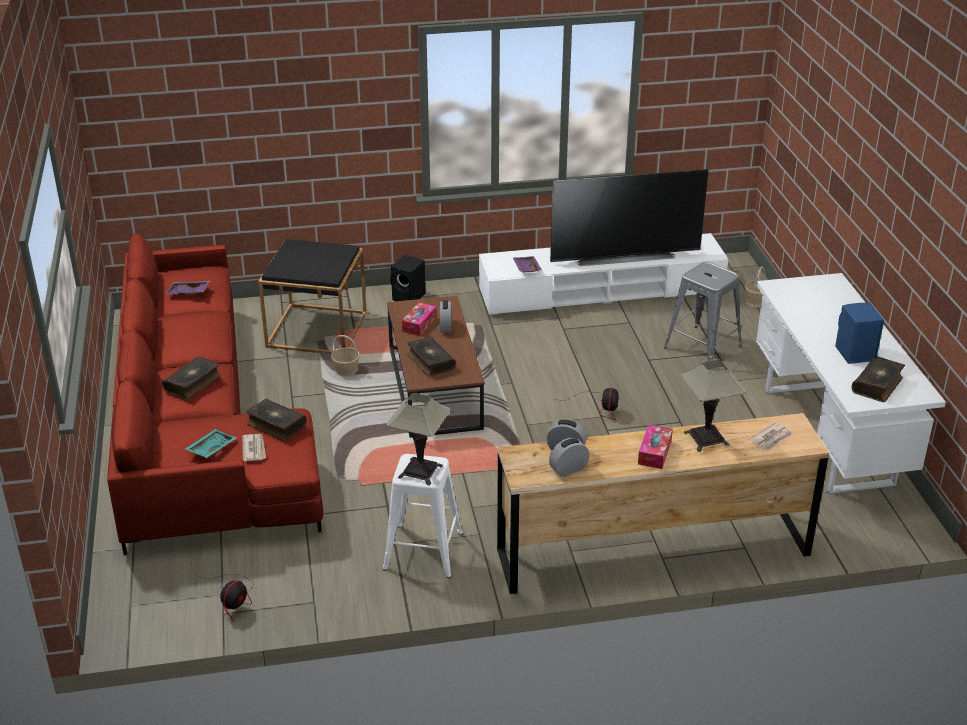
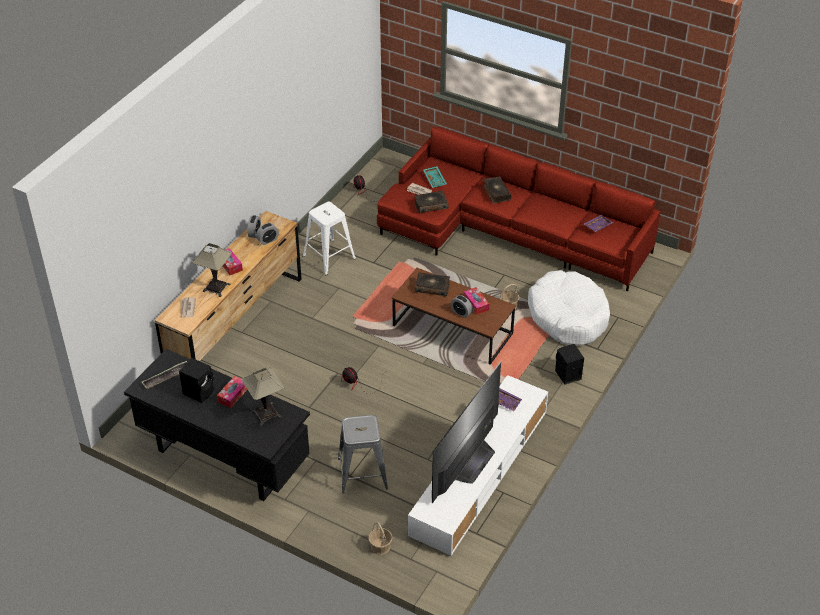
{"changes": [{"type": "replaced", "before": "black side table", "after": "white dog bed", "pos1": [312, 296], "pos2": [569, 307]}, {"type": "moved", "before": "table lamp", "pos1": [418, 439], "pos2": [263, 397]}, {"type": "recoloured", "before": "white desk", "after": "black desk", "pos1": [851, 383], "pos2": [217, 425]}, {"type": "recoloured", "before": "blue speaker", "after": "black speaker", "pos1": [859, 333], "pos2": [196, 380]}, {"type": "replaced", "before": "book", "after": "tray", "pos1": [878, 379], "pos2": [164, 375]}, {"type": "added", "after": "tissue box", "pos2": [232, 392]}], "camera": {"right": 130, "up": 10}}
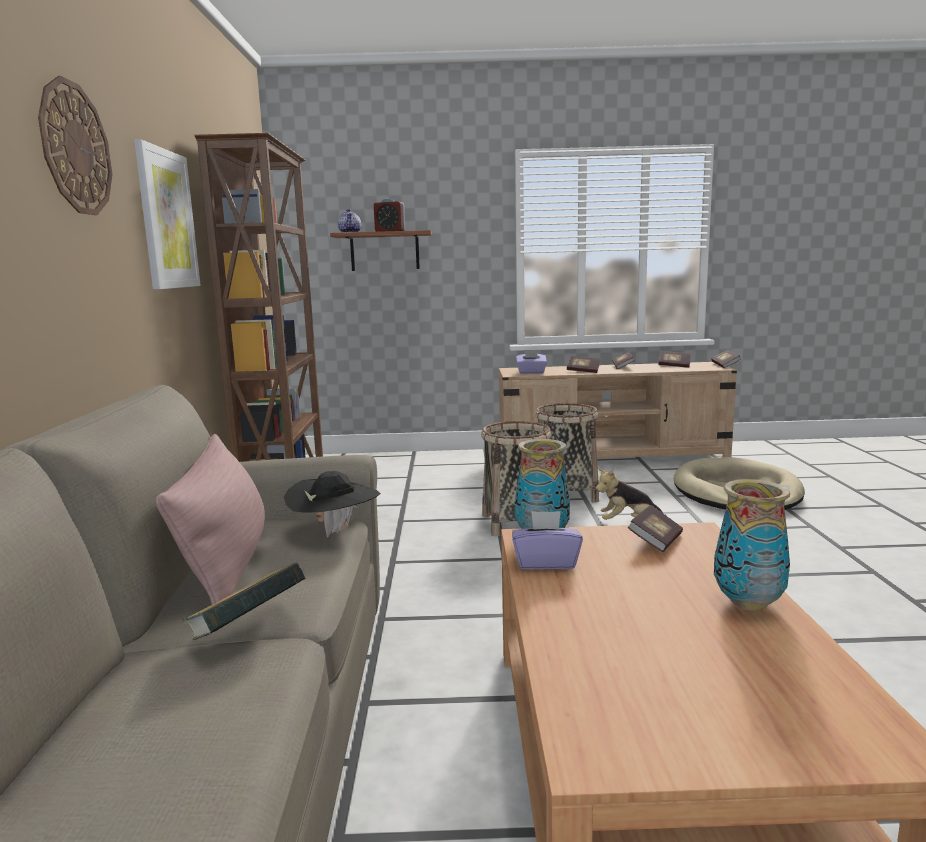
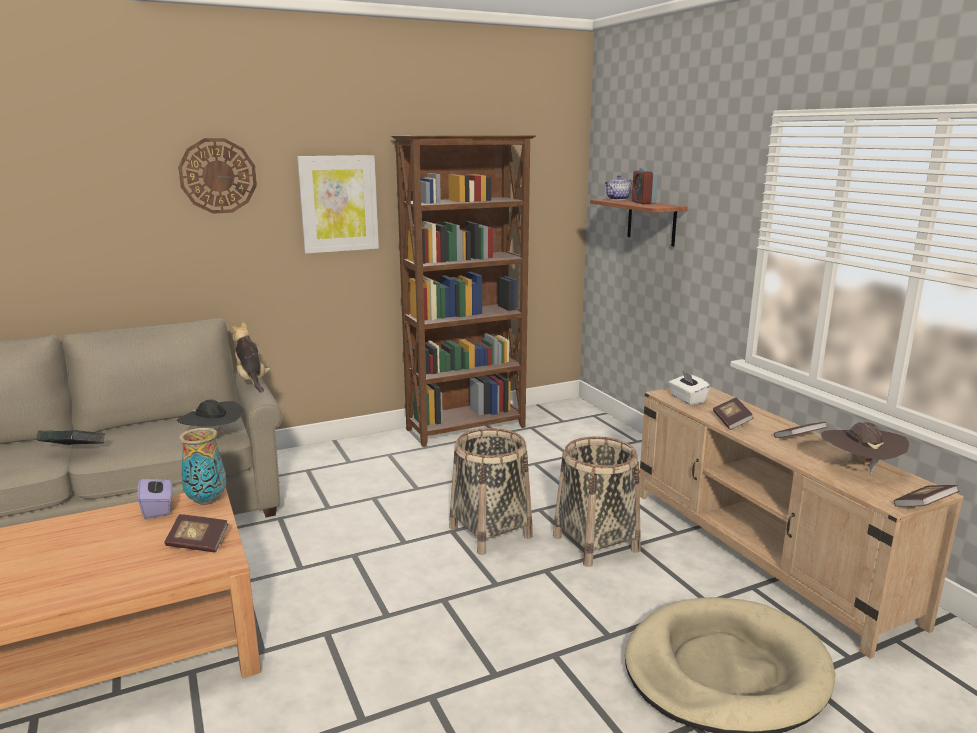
{"changes": [{"type": "removed", "before": "pink pillow", "pos1": [210, 519]}, {"type": "recoloured", "before": "purple tissue box", "after": "white tissue box", "pos1": [531, 362], "pos2": [689, 387]}, {"type": "moved", "before": "plush toy", "pos1": [631, 494], "pos2": [251, 357]}, {"type": "replaced", "before": "book", "after": "brown hat", "pos1": [674, 359], "pos2": [865, 448]}, {"type": "removed", "before": "vase", "pos1": [752, 545]}], "camera": {"right": 65, "up": 5}}
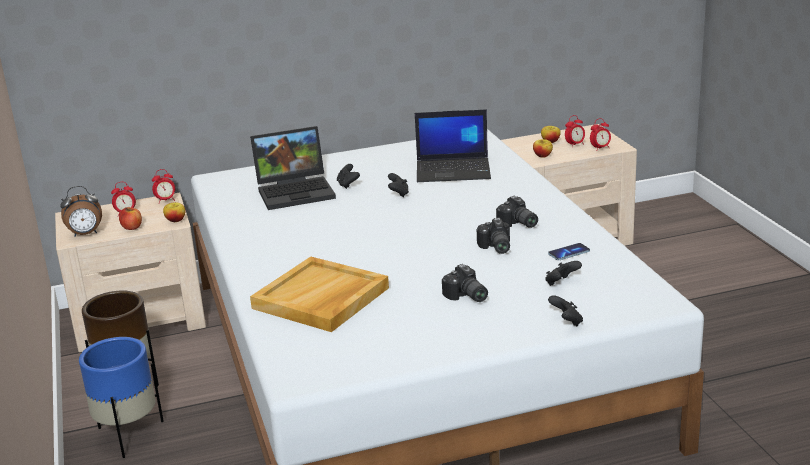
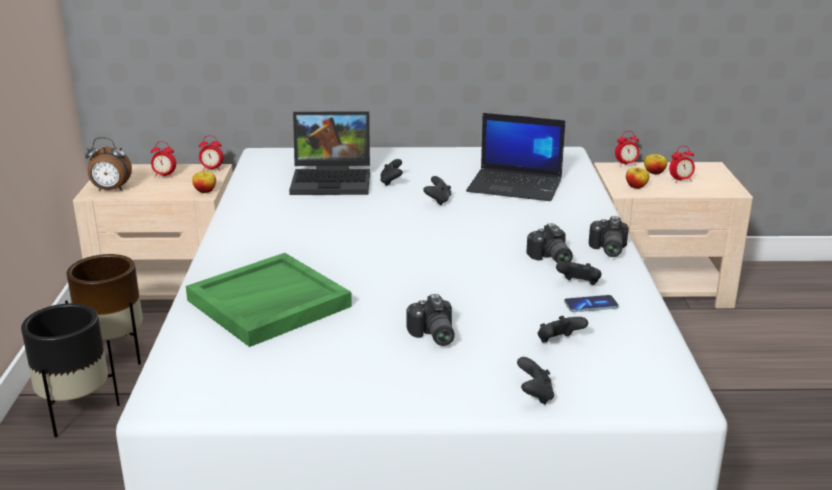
{"changes": [{"type": "recoloured", "before": "blue planter", "after": "black planter", "pos1": [121, 397], "pos2": [70, 370]}, {"type": "removed", "before": "apple", "pos1": [130, 218]}, {"type": "recoloured", "before": "beige tray", "after": "green tray", "pos1": [319, 294], "pos2": [269, 300]}, {"type": "moved", "before": "photo camera", "pos1": [493, 236], "pos2": [609, 236]}, {"type": "moved", "before": "alarm clock", "pos1": [600, 134], "pos2": [627, 149]}, {"type": "added", "after": "black game controller", "pos2": [579, 273]}], "camera": {"right": 15, "up": 0}}
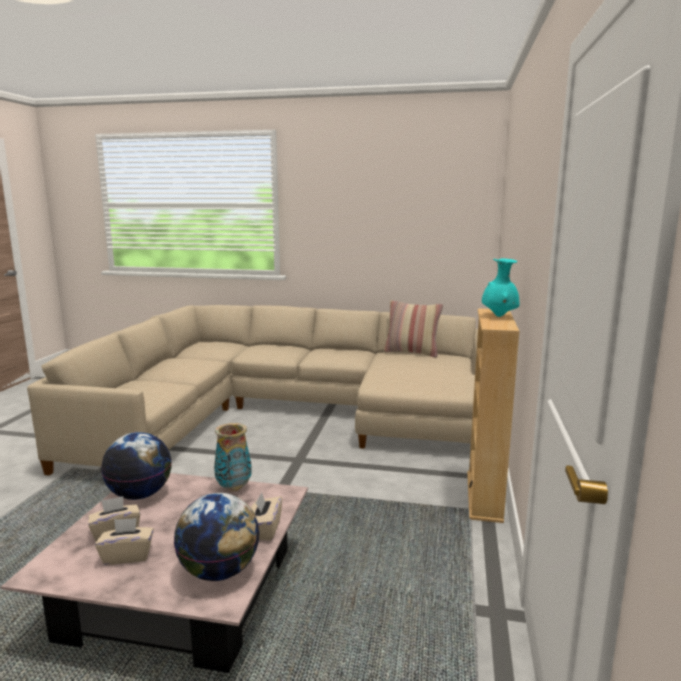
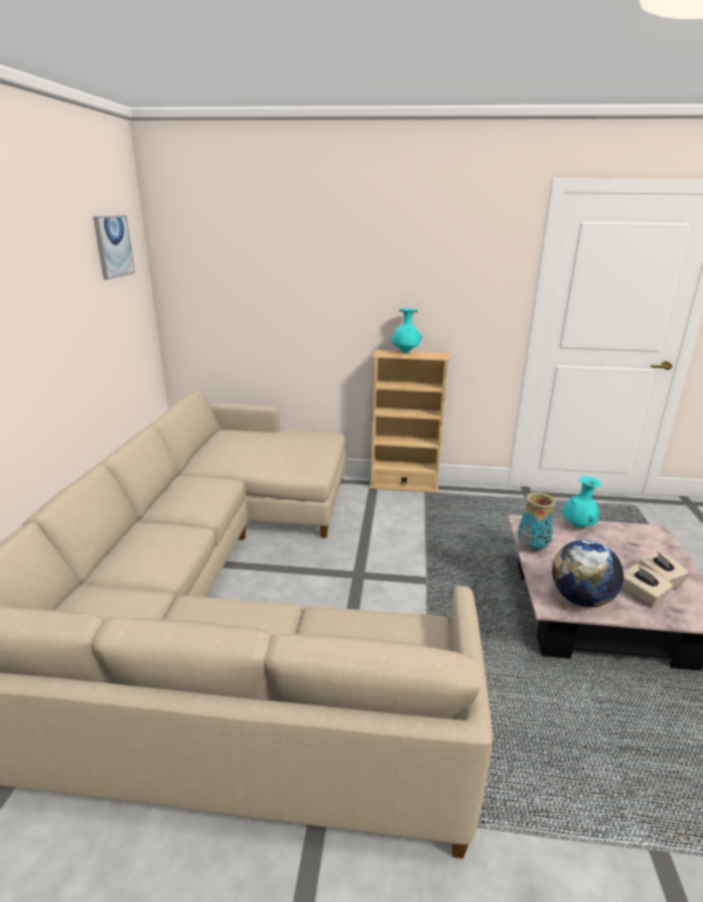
{"changes": [{"type": "removed", "before": "globe", "pos1": [217, 537]}, {"type": "replaced", "before": "beige tissue box", "after": "turquoise vase", "pos1": [266, 516], "pos2": [582, 502]}, {"type": "removed", "before": "pillow", "pos1": [413, 328]}, {"type": "added", "after": "picture", "pos2": [114, 247]}], "camera": {"right": -95, "up": 10}}
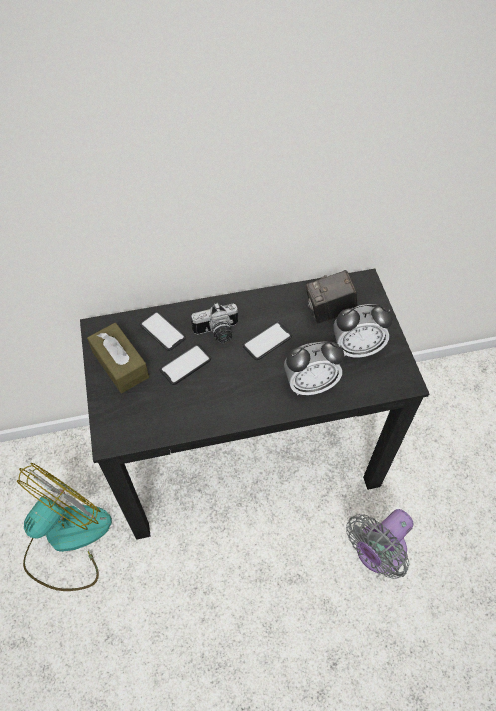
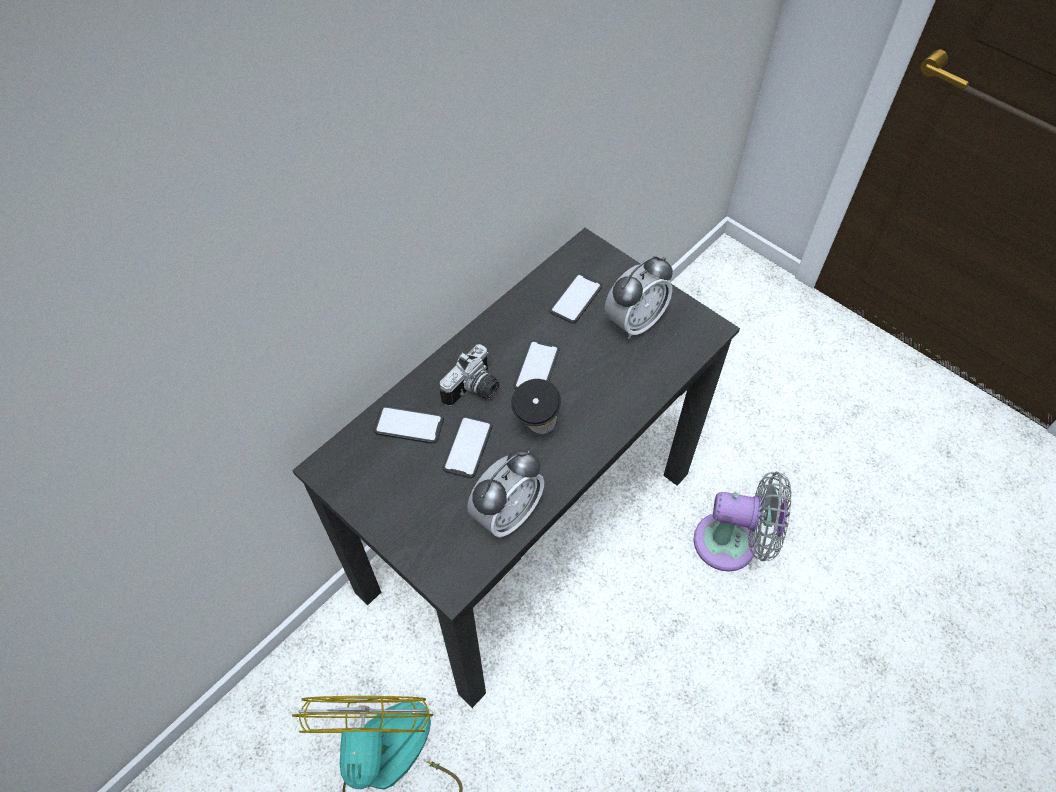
{"changes": [{"type": "removed", "before": "brown tissue box", "pos1": [118, 358]}, {"type": "moved", "before": "alarm clock", "pos1": [314, 368], "pos2": [505, 493]}, {"type": "replaced", "before": "photo camera", "after": "phone", "pos1": [331, 296], "pos2": [576, 298]}, {"type": "turned", "before": "grey fan", "pos1": [380, 544], "pos2": [742, 521], "turn": -90}, {"type": "added", "after": "cup", "pos2": [536, 406]}], "camera": {"right": -35, "up": 0}}
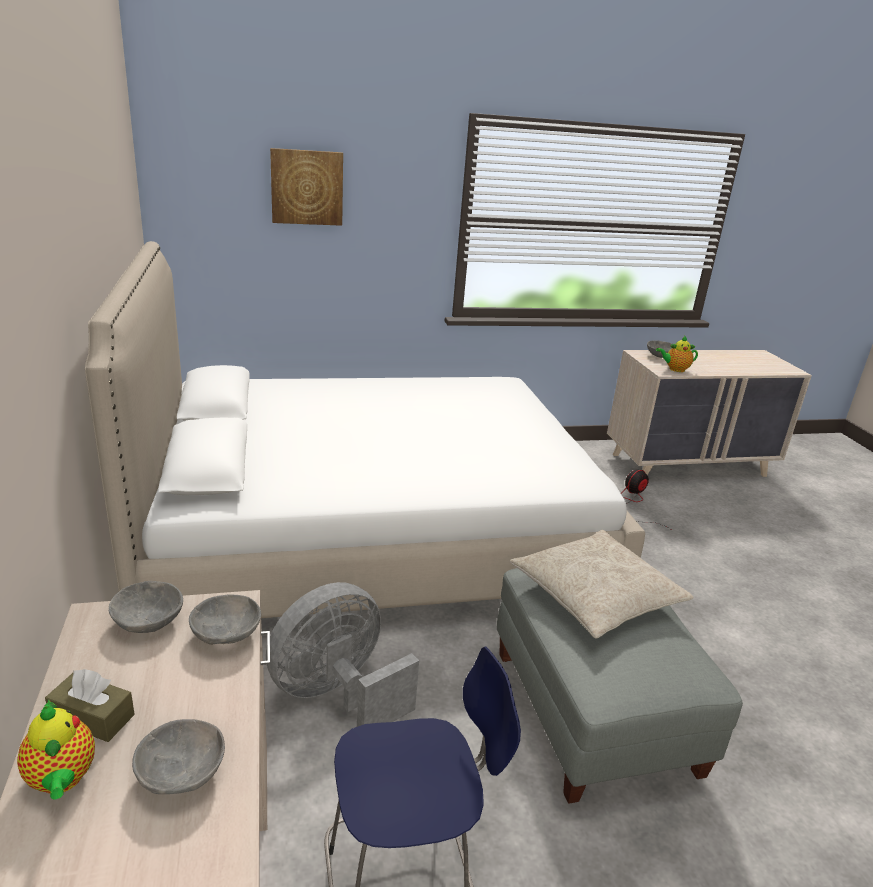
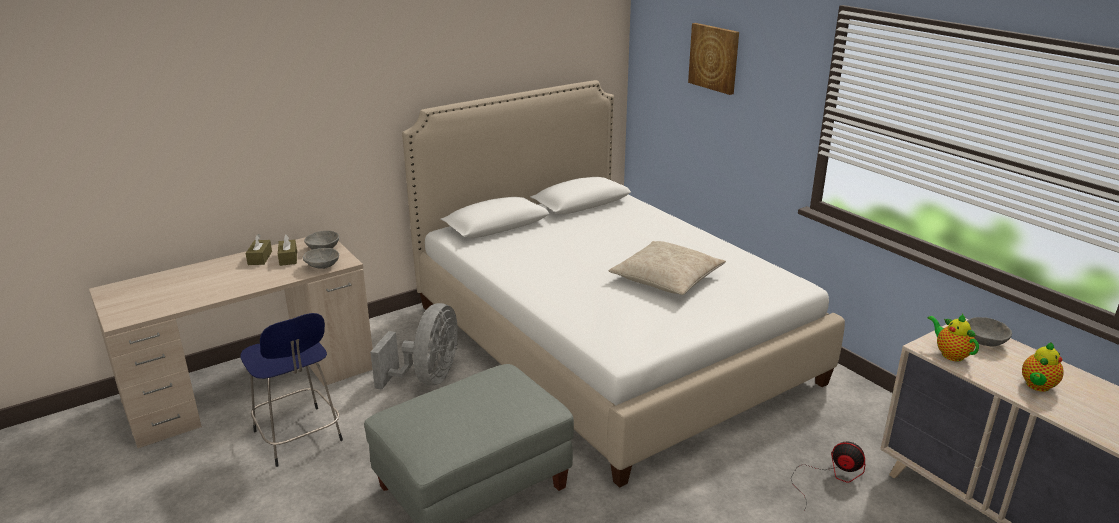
{"changes": [{"type": "moved", "before": "teapot", "pos1": [56, 749], "pos2": [1043, 367]}, {"type": "removed", "before": "grey bowl", "pos1": [178, 756]}, {"type": "turned", "before": "grey fan", "pos1": [342, 654], "pos2": [414, 346], "turn": 75}, {"type": "moved", "before": "beige pillow", "pos1": [602, 584], "pos2": [667, 268]}, {"type": "added", "after": "brown tissue box", "pos2": [287, 250]}], "camera": {"right": 70, "up": 0}}
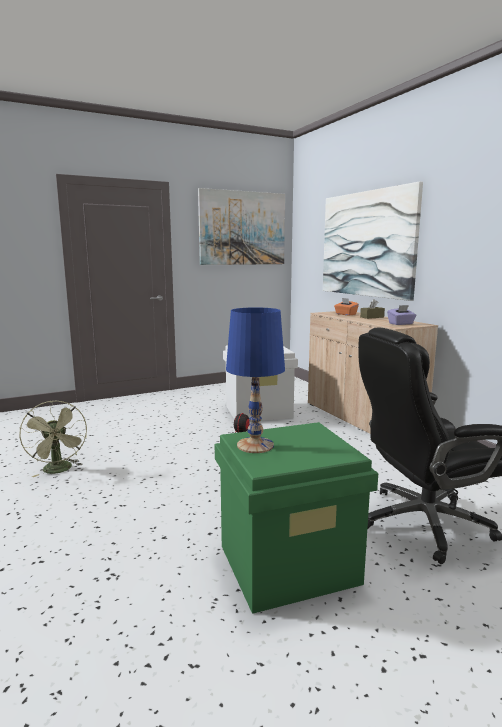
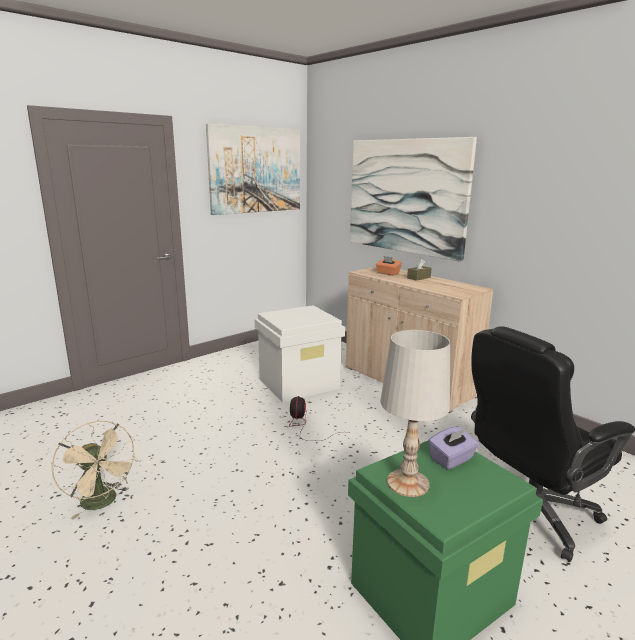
{"changes": [{"type": "recoloured", "before": "green fan", "after": "beige fan", "pos1": [53, 439], "pos2": [95, 470]}, {"type": "recoloured", "before": "blue table lamp", "after": "white table lamp", "pos1": [255, 380], "pos2": [415, 413]}, {"type": "moved", "before": "purple tissue box", "pos1": [401, 315], "pos2": [453, 448]}], "camera": {"right": -15, "up": 5}}
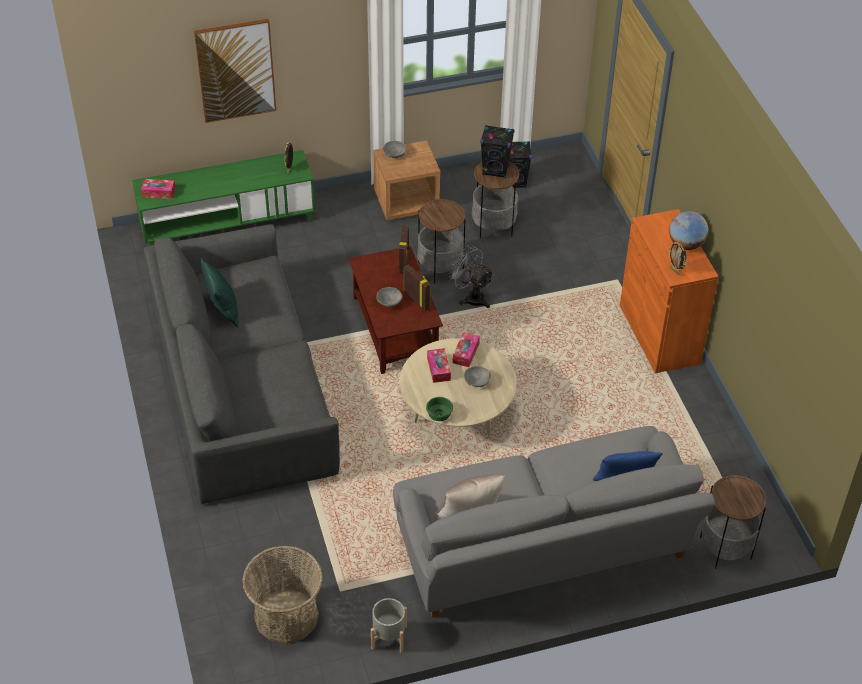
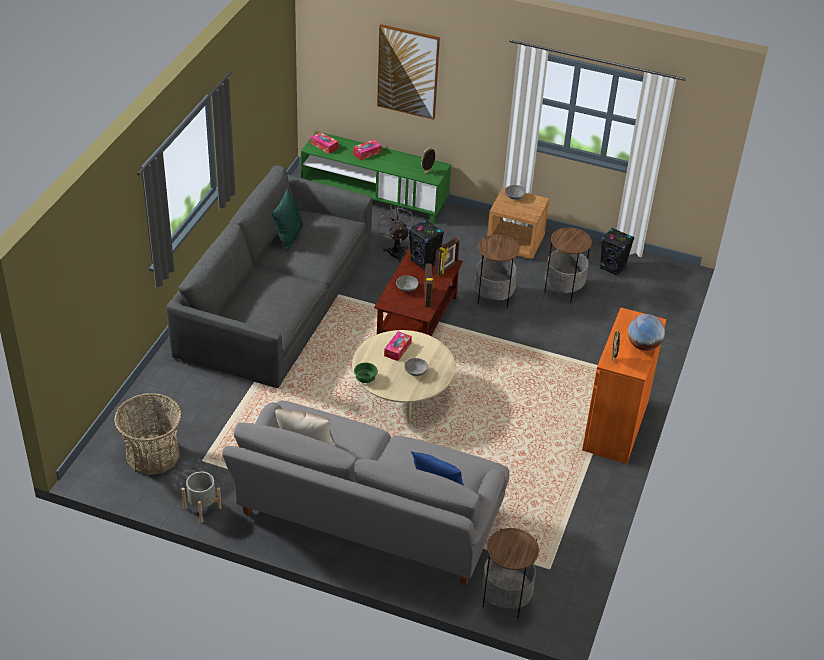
{"changes": [{"type": "moved", "before": "grey fan", "pos1": [470, 277], "pos2": [395, 233]}, {"type": "moved", "before": "tissue box", "pos1": [466, 349], "pos2": [367, 149]}, {"type": "moved", "before": "black speaker", "pos1": [497, 151], "pos2": [426, 245]}], "camera": {"right": 35, "up": -5}}
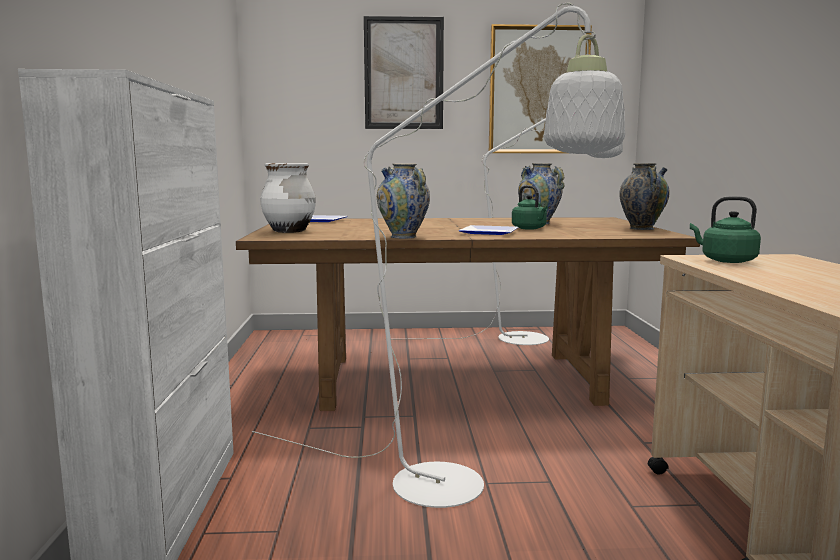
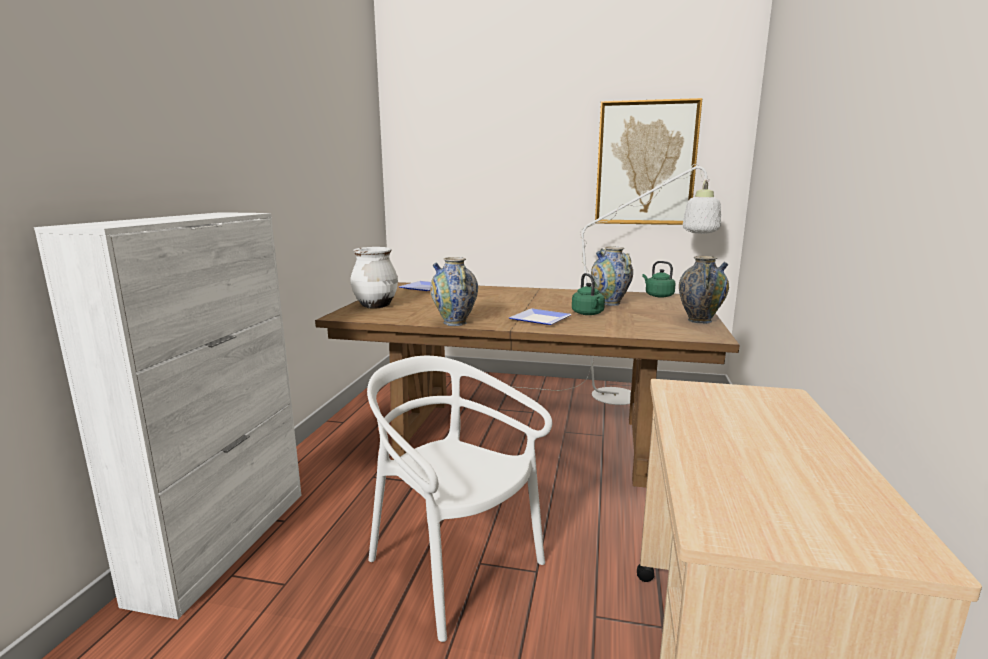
{"changes": [{"type": "replaced", "before": "white floor lamp", "after": "white chair", "pos1": [438, 255], "pos2": [459, 499]}, {"type": "removed", "before": "picture", "pos1": [404, 72]}, {"type": "moved", "before": "green kettle", "pos1": [725, 229], "pos2": [659, 279]}], "camera": {"right": 15, "up": 5}}
